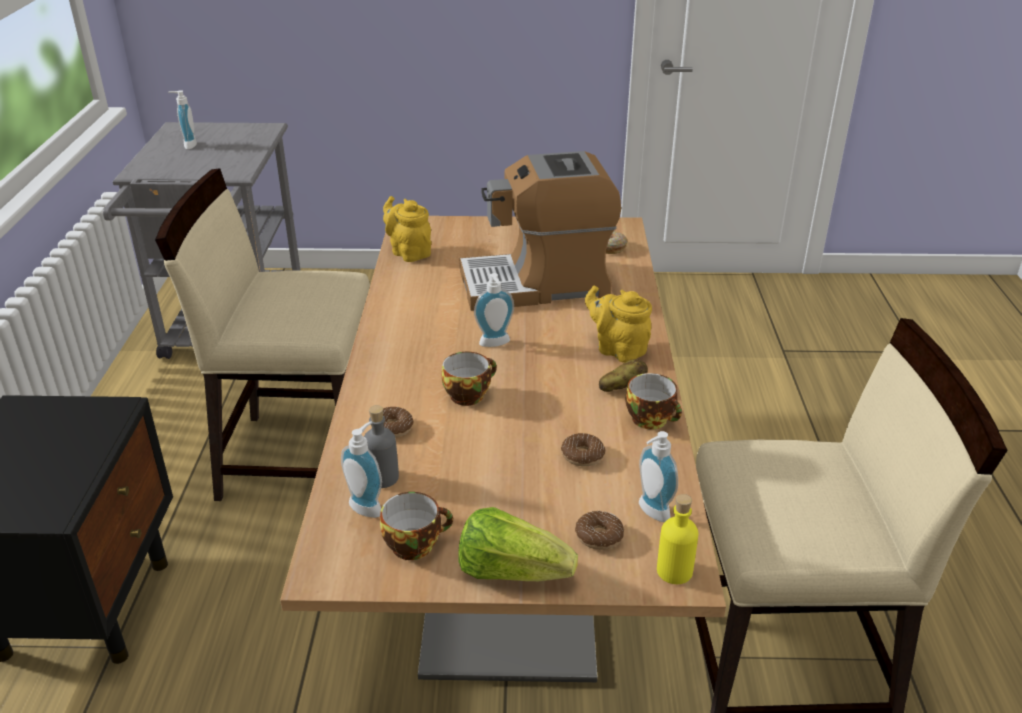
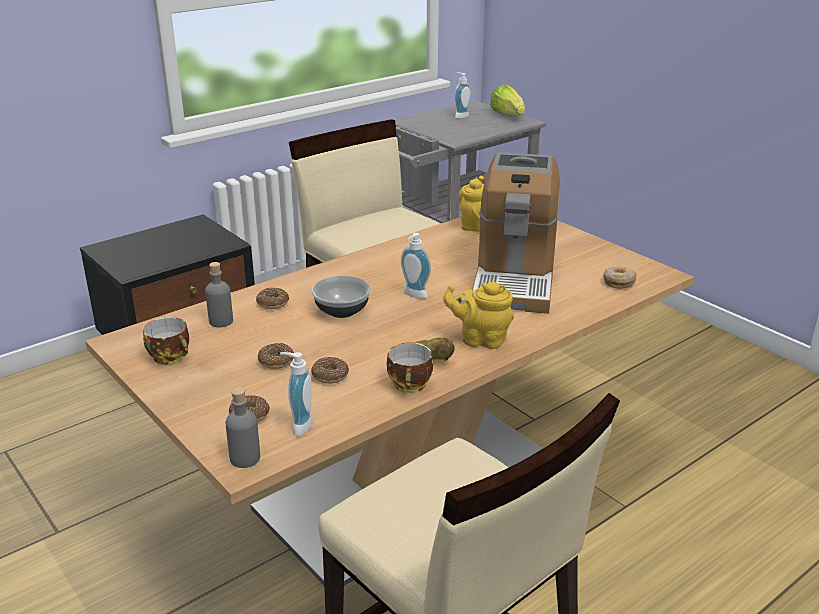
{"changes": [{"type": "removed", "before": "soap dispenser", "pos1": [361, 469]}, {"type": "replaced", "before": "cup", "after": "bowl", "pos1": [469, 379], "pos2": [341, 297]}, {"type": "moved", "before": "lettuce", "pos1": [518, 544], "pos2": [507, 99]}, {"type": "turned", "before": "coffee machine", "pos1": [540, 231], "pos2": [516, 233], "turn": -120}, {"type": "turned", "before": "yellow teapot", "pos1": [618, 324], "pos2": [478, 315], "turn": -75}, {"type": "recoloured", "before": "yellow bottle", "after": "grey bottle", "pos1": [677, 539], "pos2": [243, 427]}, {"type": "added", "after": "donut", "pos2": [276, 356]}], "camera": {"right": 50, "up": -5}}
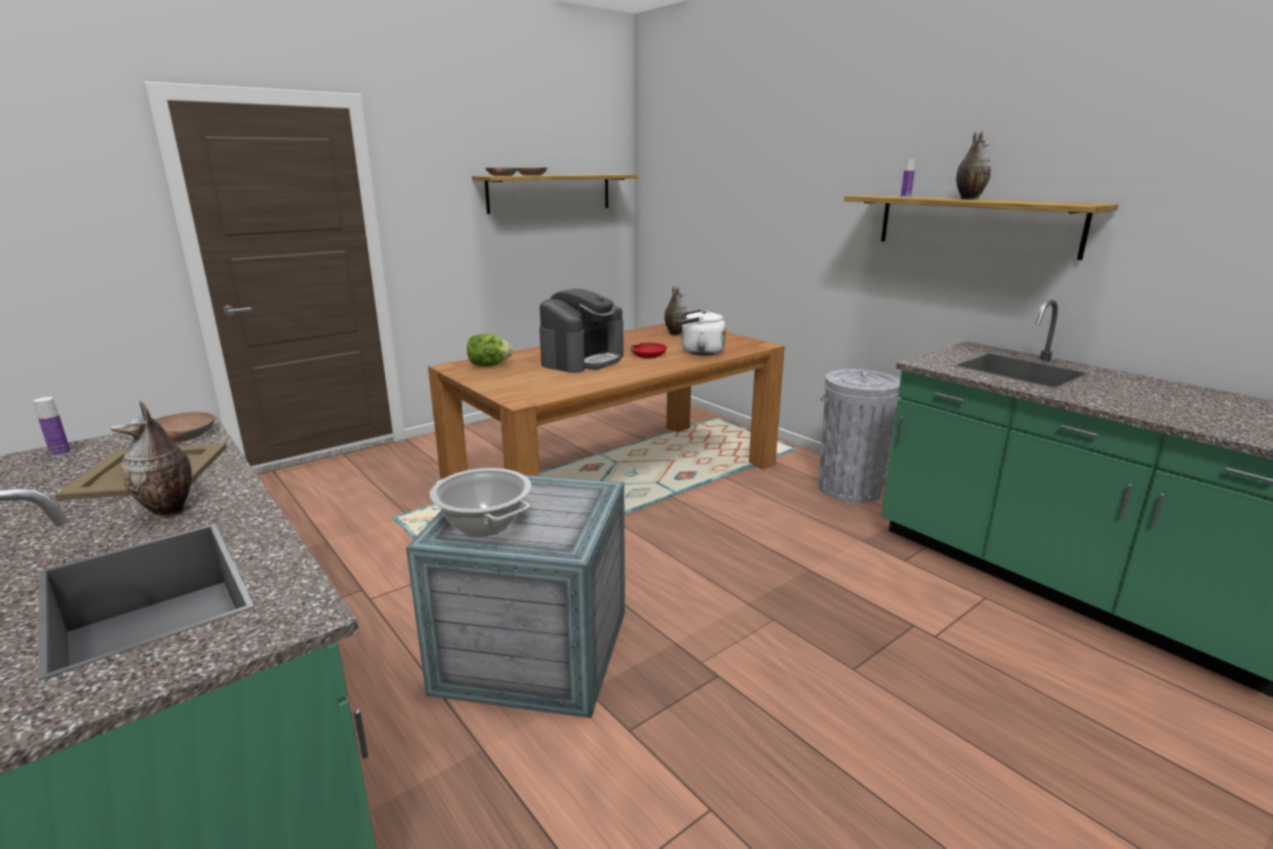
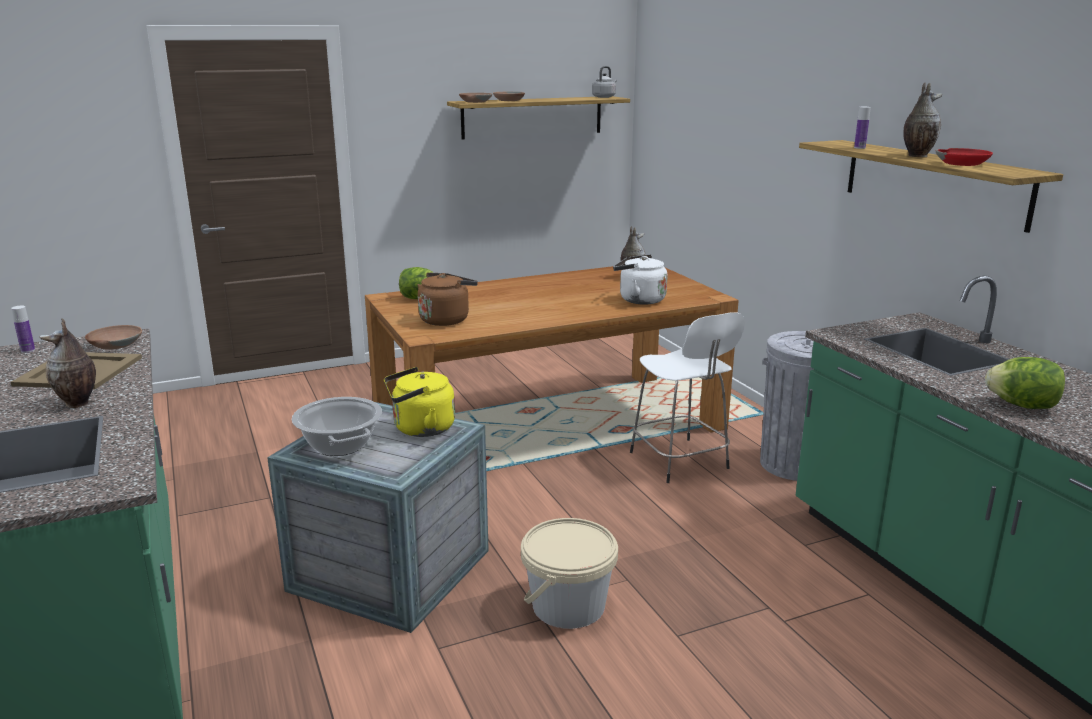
{"changes": [{"type": "removed", "before": "coffee machine", "pos1": [581, 331]}, {"type": "moved", "before": "red bowl", "pos1": [648, 350], "pos2": [964, 157]}, {"type": "added", "after": "yellow kettle", "pos2": [419, 402]}, {"type": "added", "after": "brown kettle", "pos2": [448, 299]}, {"type": "added", "after": "beige bucket", "pos2": [569, 573]}, {"type": "added", "after": "grey kettle", "pos2": [604, 82]}, {"type": "added", "after": "white stool", "pos2": [687, 397]}, {"type": "added", "after": "lettuce", "pos2": [1025, 383]}], "camera": {"right": 15, "up": 0}}
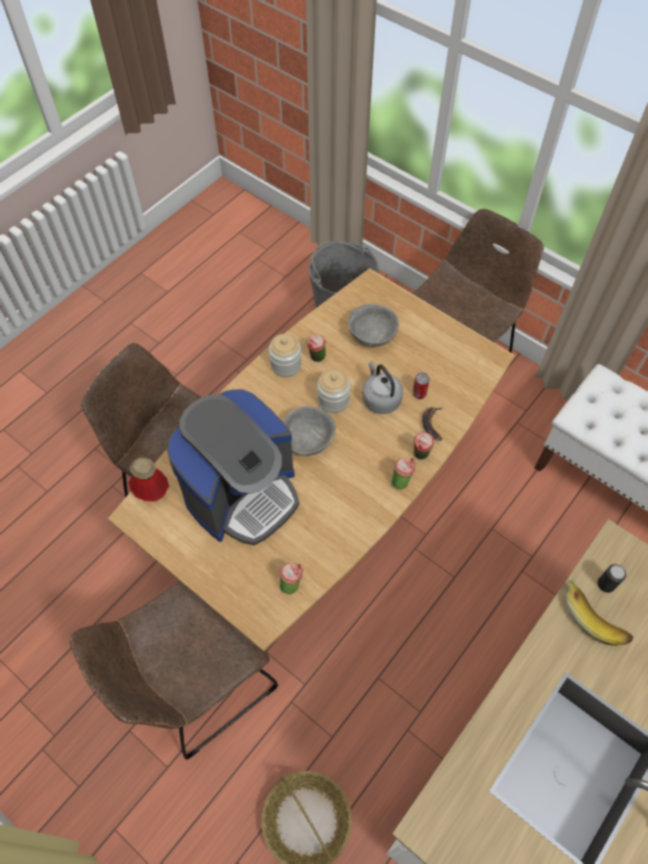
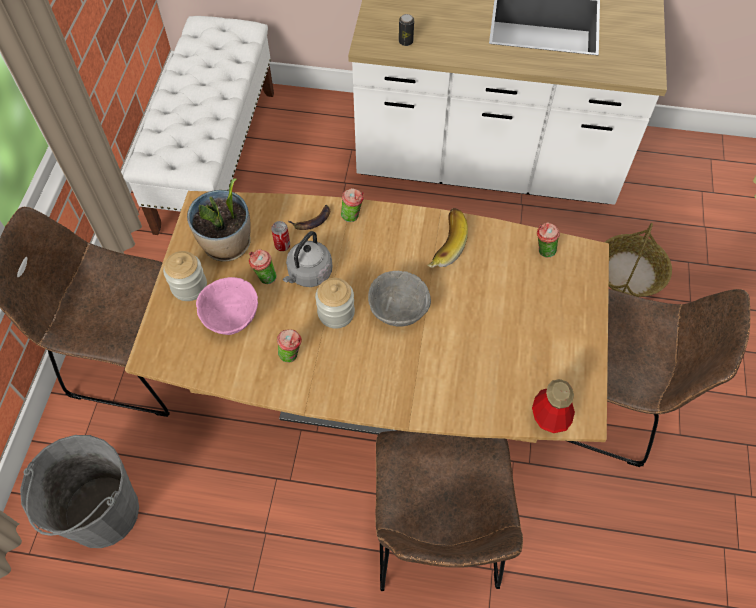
{"changes": [{"type": "removed", "before": "coffee machine", "pos1": [233, 467]}, {"type": "moved", "before": "jar", "pos1": [285, 355], "pos2": [185, 276]}, {"type": "recoloured", "before": "grey bowl", "after": "pink bowl", "pos1": [373, 325], "pos2": [227, 306]}, {"type": "moved", "before": "cup", "pos1": [403, 474], "pos2": [263, 266]}, {"type": "moved", "before": "banana", "pos1": [599, 611], "pos2": [447, 237]}, {"type": "added", "after": "potted plant", "pos2": [219, 220]}], "camera": {"right": -120, "up": 0}}
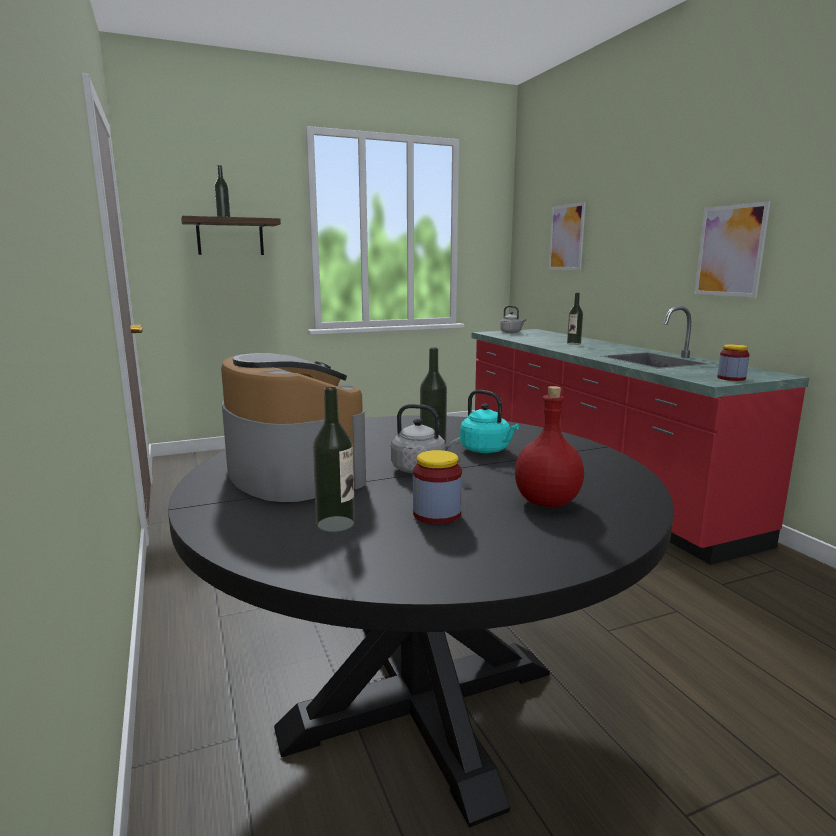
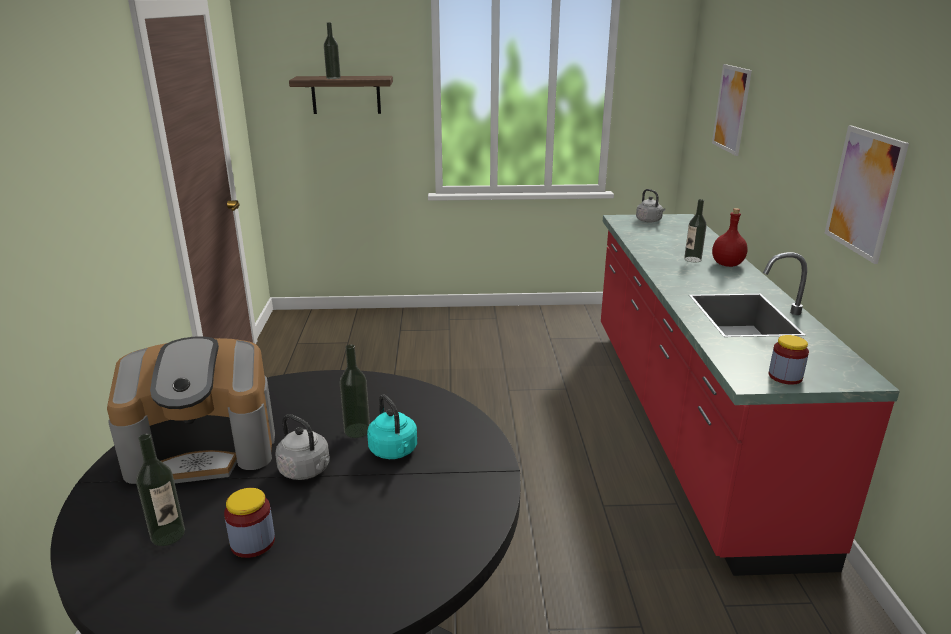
{"changes": [{"type": "turned", "before": "coffee machine", "pos1": [293, 427], "pos2": [191, 410], "turn": 90}, {"type": "moved", "before": "red bottle", "pos1": [549, 446], "pos2": [730, 237]}], "camera": {"right": 20, "up": 10}}
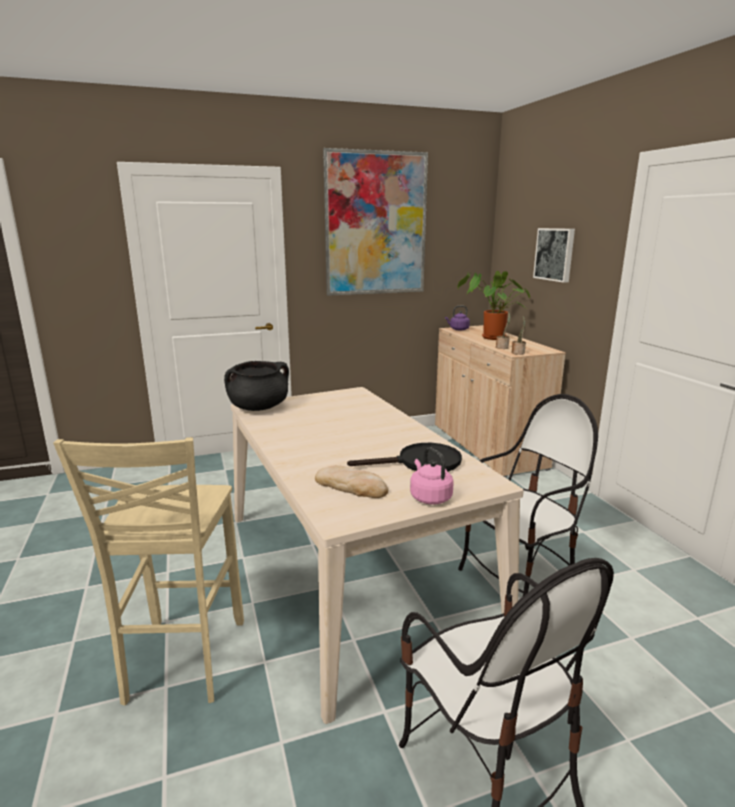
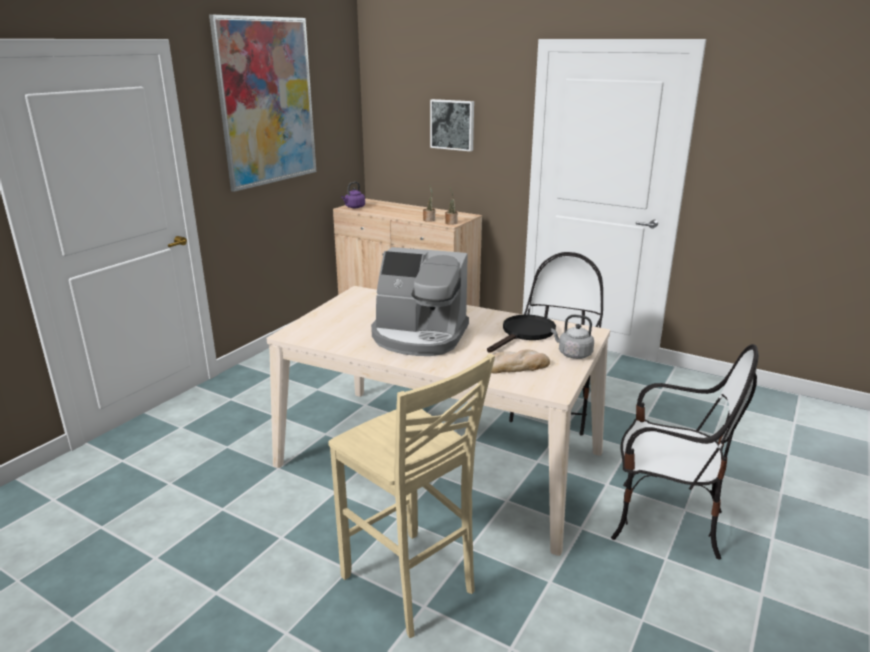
{"changes": [{"type": "removed", "before": "black cooking pot", "pos1": [256, 386]}, {"type": "recoloured", "before": "pink kettle", "after": "grey kettle", "pos1": [432, 475], "pos2": [572, 337]}, {"type": "removed", "before": "potted plant", "pos1": [493, 305]}, {"type": "added", "after": "coffee machine", "pos2": [420, 301]}], "camera": {"right": -40, "up": 5}}
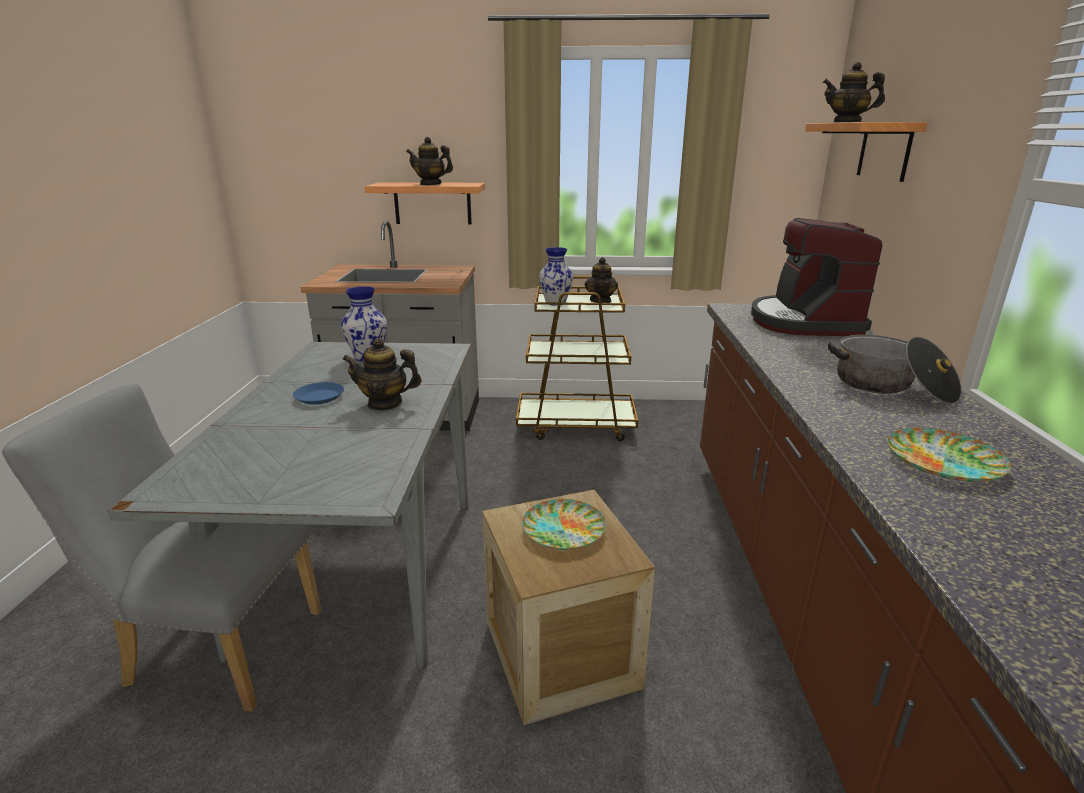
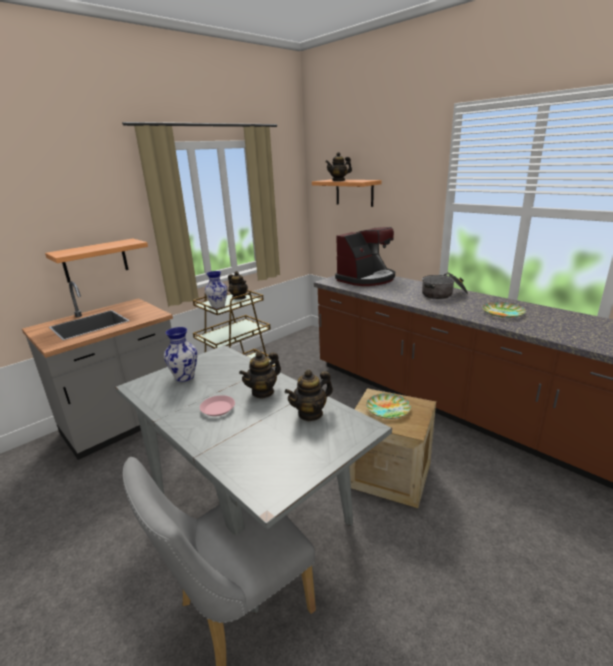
{"changes": [{"type": "recoloured", "before": "blue plate", "after": "pink plate", "pos1": [318, 393], "pos2": [217, 405]}, {"type": "moved", "before": "teapot", "pos1": [429, 161], "pos2": [309, 395]}, {"type": "turned", "before": "coffee machine", "pos1": [817, 277], "pos2": [365, 256], "turn": -90}], "camera": {"right": -45, "up": 0}}
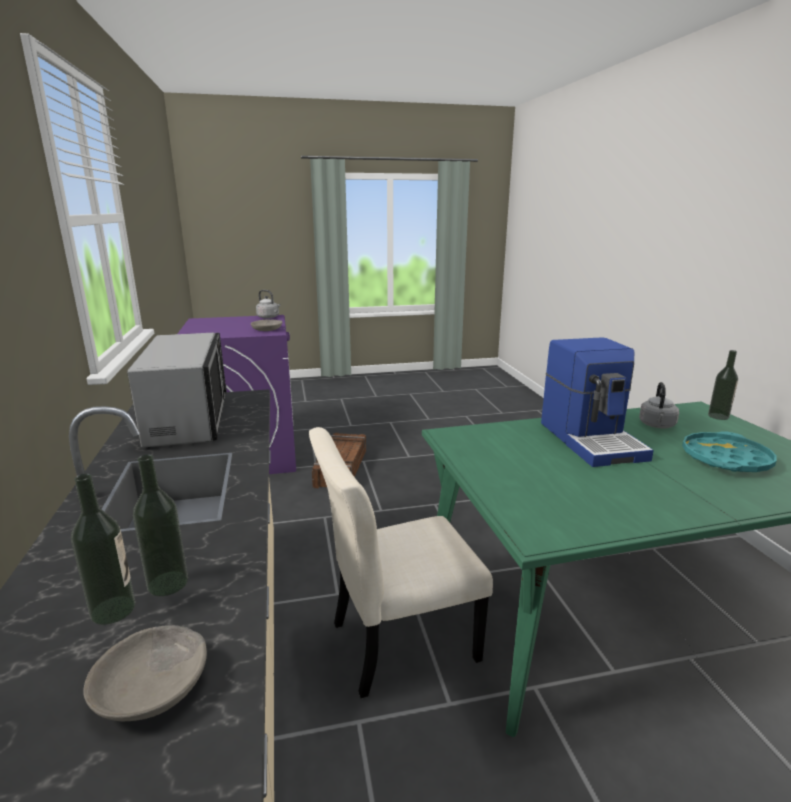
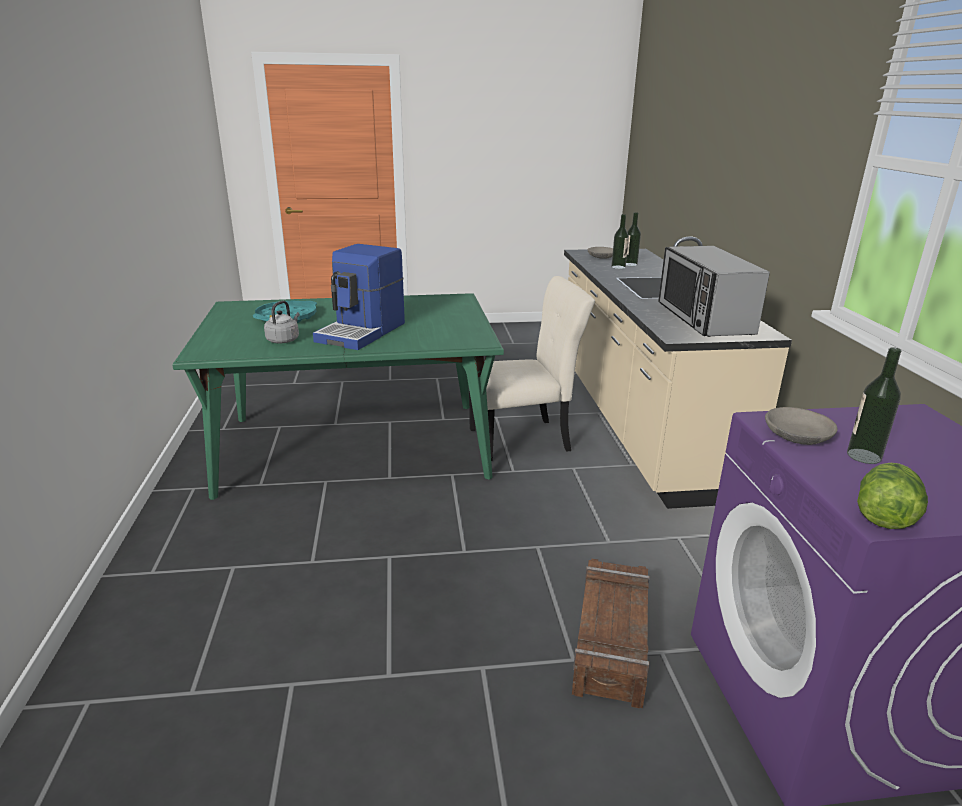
{"changes": [{"type": "replaced", "before": "grey kettle", "after": "lettuce", "pos1": [268, 304], "pos2": [892, 496]}, {"type": "turned", "before": "coffee machine", "pos1": [597, 402], "pos2": [359, 297], "turn": -150}, {"type": "moved", "before": "bottle", "pos1": [723, 385], "pos2": [874, 405]}], "camera": {"right": -175, "up": 5}}
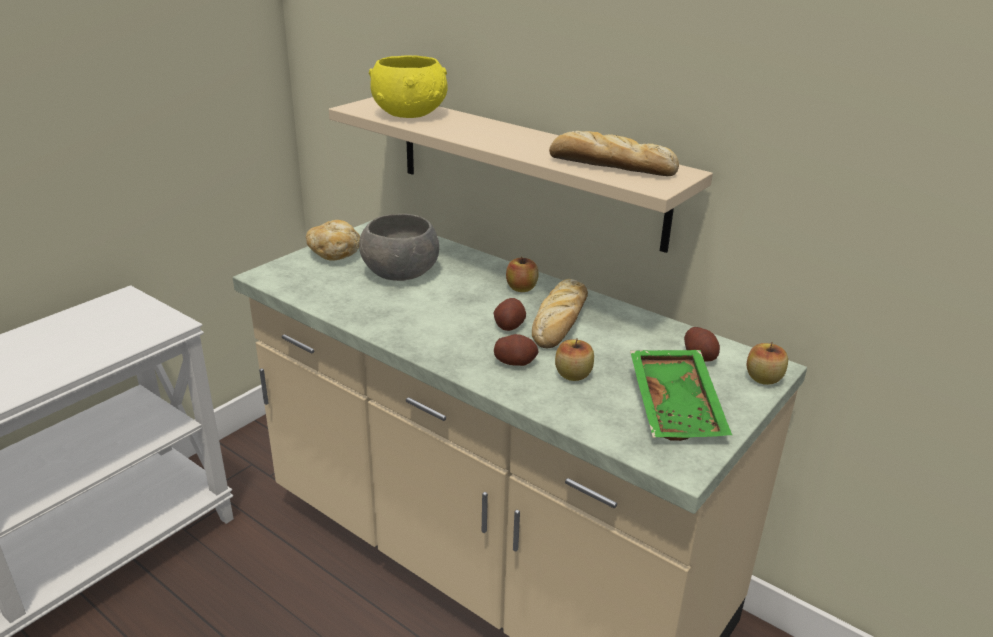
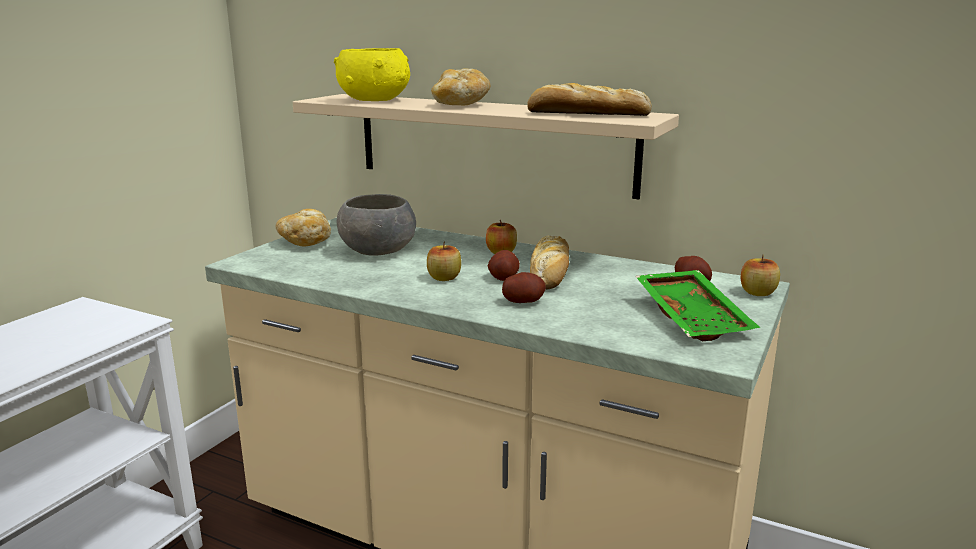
{"changes": [{"type": "moved", "before": "apple", "pos1": [574, 359], "pos2": [444, 261]}, {"type": "added", "after": "bread", "pos2": [460, 86]}], "camera": {"right": -10, "up": -10}}
